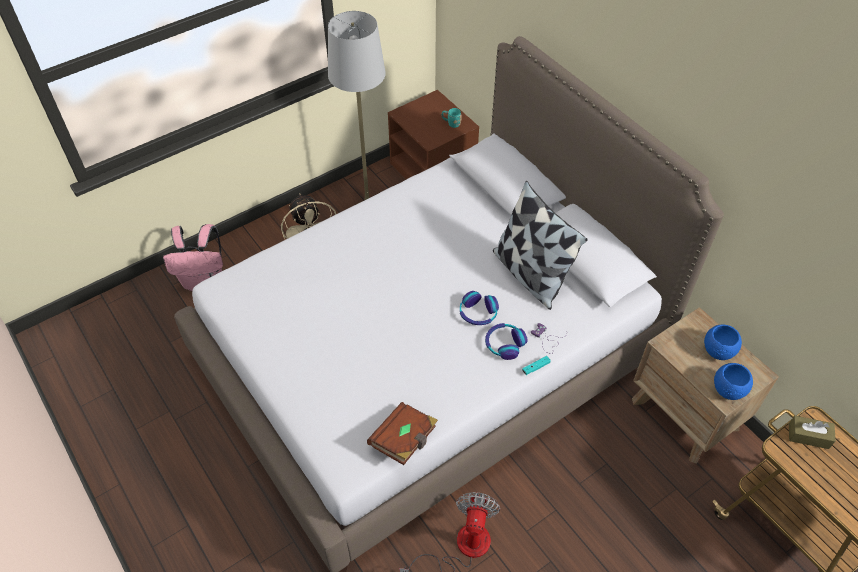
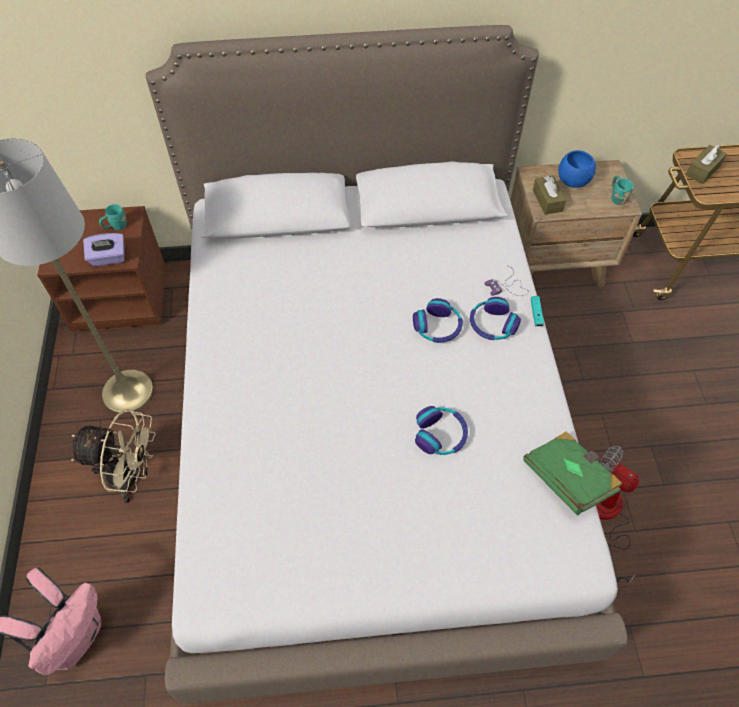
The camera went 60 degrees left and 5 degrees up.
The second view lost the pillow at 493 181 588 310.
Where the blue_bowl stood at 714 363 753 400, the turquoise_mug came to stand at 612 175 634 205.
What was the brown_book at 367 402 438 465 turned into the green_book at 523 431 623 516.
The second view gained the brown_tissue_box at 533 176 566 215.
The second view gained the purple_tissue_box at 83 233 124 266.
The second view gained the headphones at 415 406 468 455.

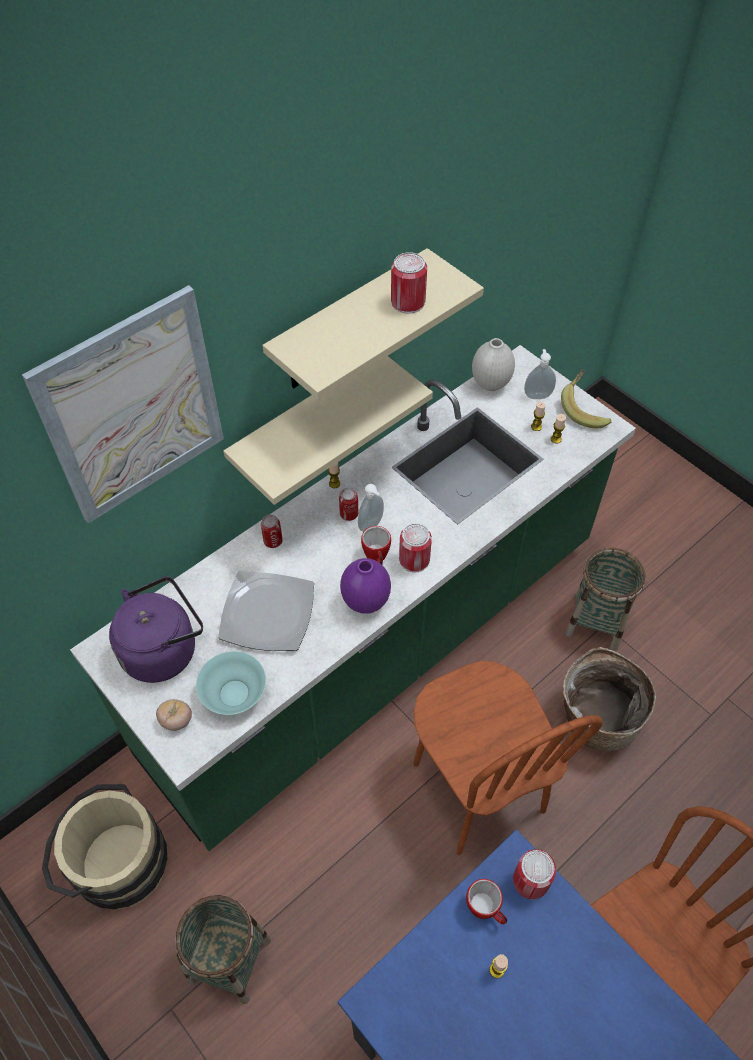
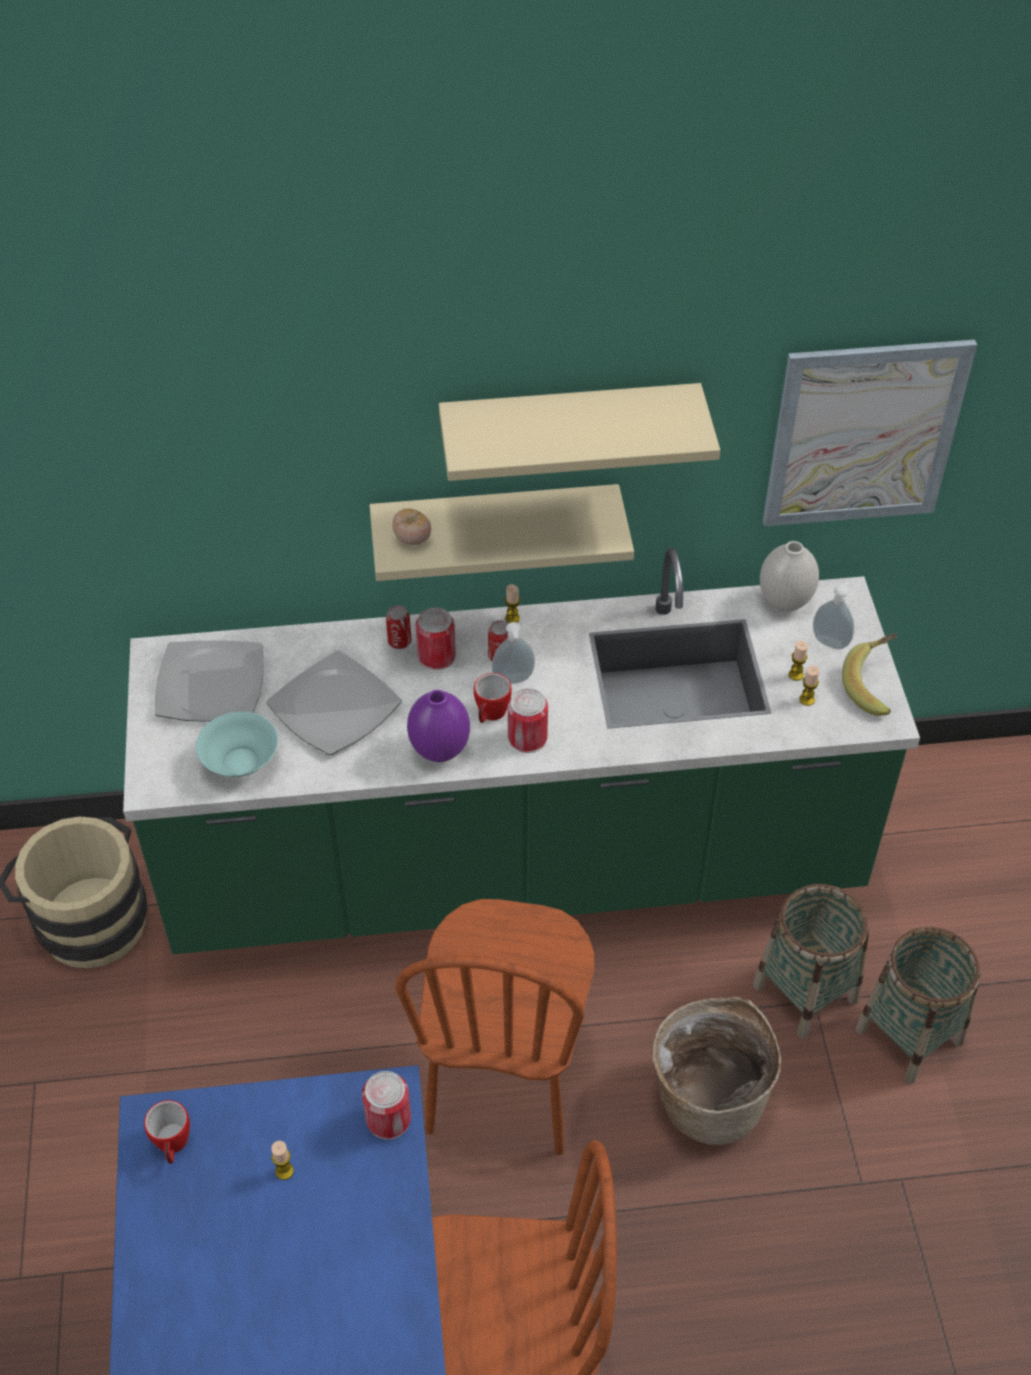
The camera went 35 degrees right and 5 degrees down.
The can ended up elsewhere, having gone from 391 252 427 314 to 416 607 456 670.
The picture ended up elsewhere, having gone from 22 285 224 524 to 763 340 977 526.
Where the purple_kettle stood at 109 576 203 683, the plate came to stand at 155 641 264 722.
The tomato ended up elsewhere, having gone from 156 699 192 731 to 393 508 431 545.
The mug ended up elsewhere, having gone from 466 879 507 924 to 144 1100 190 1164.
The basket ended up elsewhere, having gone from 175 895 271 1004 to 855 927 981 1084.

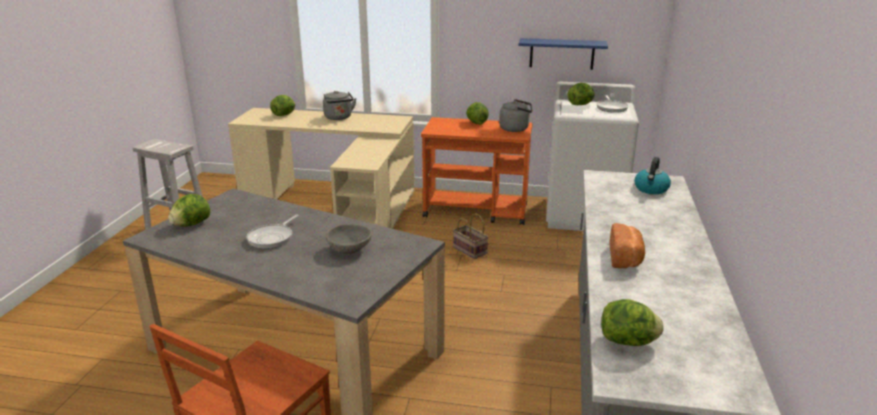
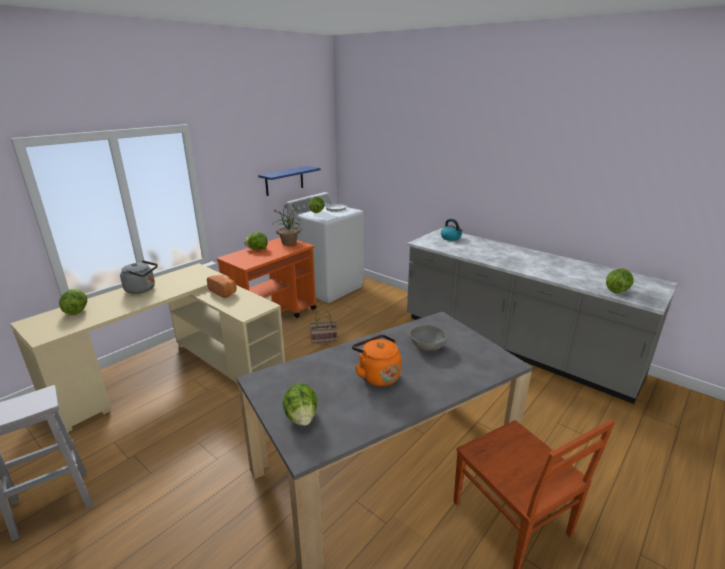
The camera went 60 degrees left and 0 degrees up.
Where the grey_kettle stood at 499 99 532 132, the potted_plant came to stand at 272 205 301 245.
Where the frying_pan stood at 247 215 299 249, the orange_kettle came to stand at 352 335 401 387.
The bread ended up elsewhere, having gone from 610 223 645 268 to 207 275 237 298.

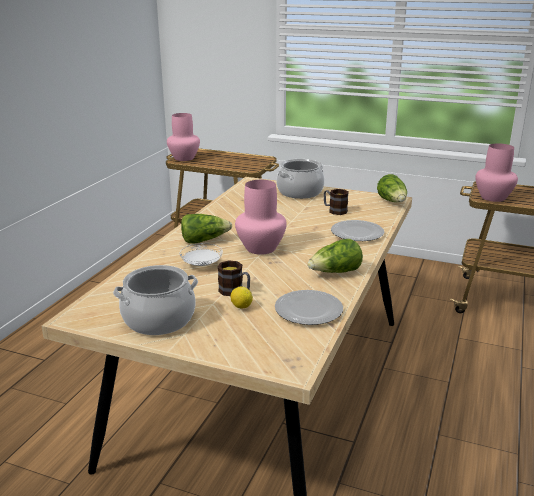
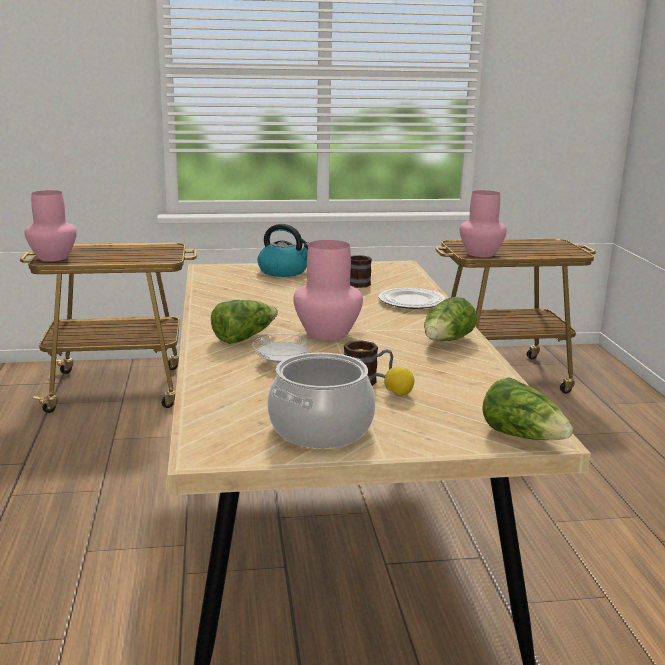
The camera went 30 degrees left and 5 degrees down.
Where the cooking_pot stood at 276 159 324 199, the kettle came to stand at 258 224 309 277.
The lettuce ended up elsewhere, having gone from 377 174 407 202 to 482 377 573 440.
The second view lost the plate at 275 290 343 325.

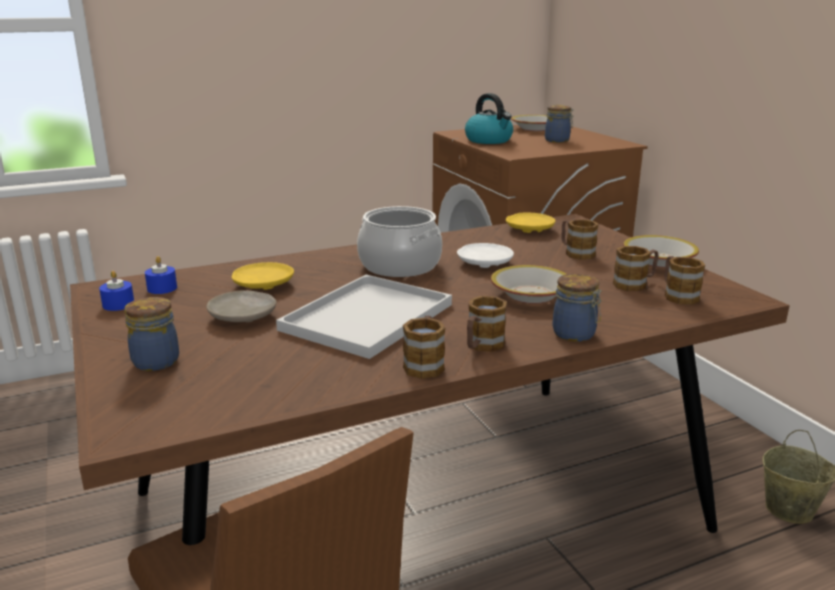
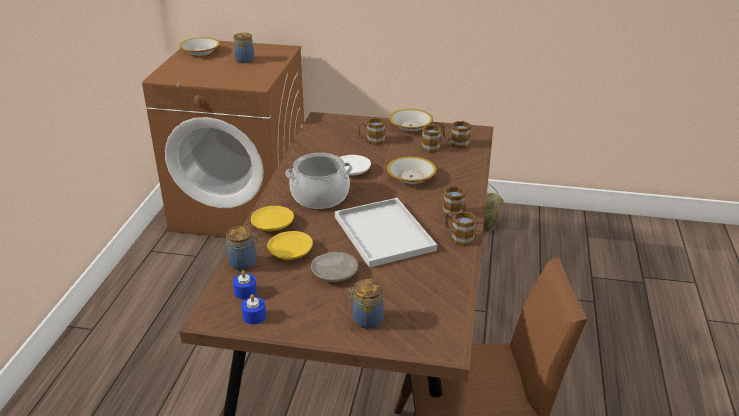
The camera went 55 degrees left and 10 degrees up.
The second view lost the kettle at 465 93 513 144.
The yellow_plate ended up elsewhere, having gone from 506 213 555 233 to 251 206 294 231.
The jar ended up elsewhere, having gone from 553 274 602 342 to 226 226 259 271.

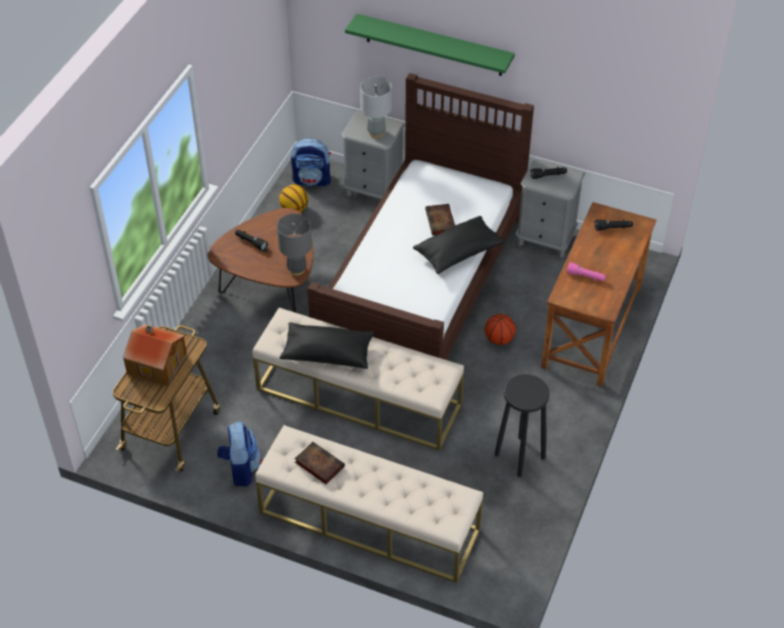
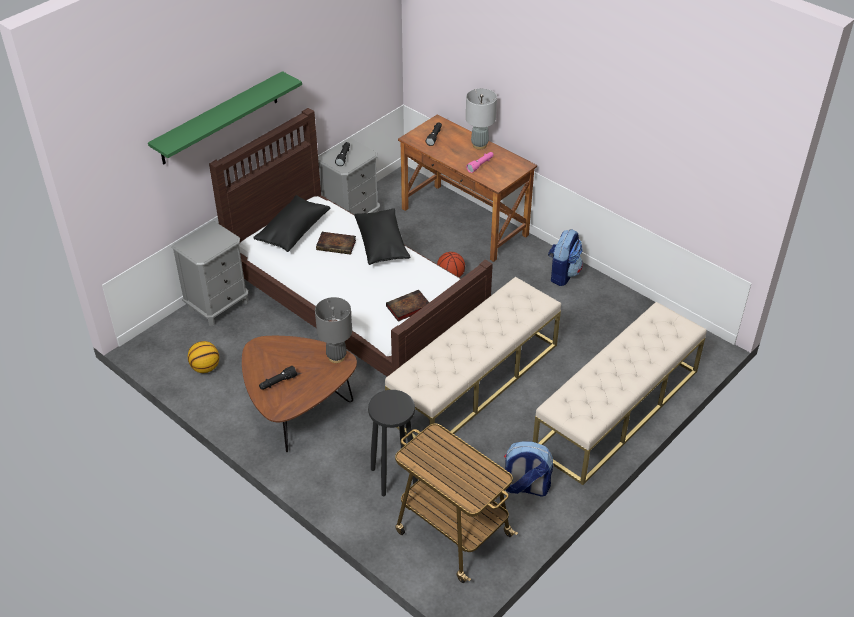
The camera went 70 degrees left and 5 degrees down.
The grey_table_lamp ended up elsewhere, having gone from 360 77 392 138 to 466 88 497 149.
The backpack ended up elsewhere, having gone from 291 138 331 186 to 548 229 583 286.
The black_pillow ended up elsewhere, having gone from 280 322 374 369 to 253 195 330 252.
The second view lost the toy_house at 123 324 187 386.
The black_stool ended up elsewhere, having gone from 495 374 550 478 to 368 390 418 496.
The book ended up elsewhere, having gone from 295 442 345 484 to 386 290 429 321.

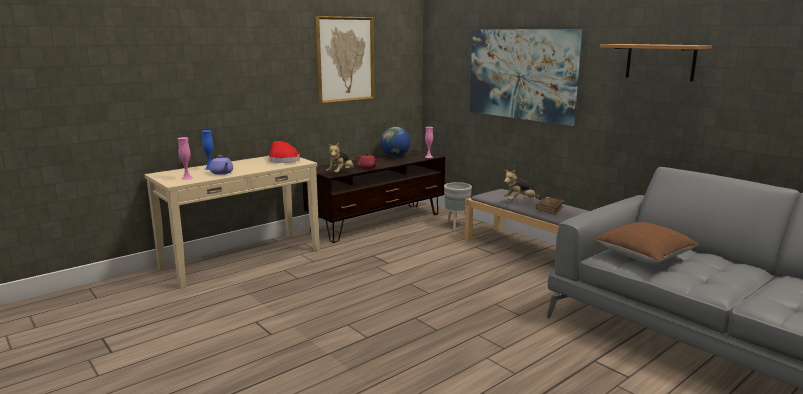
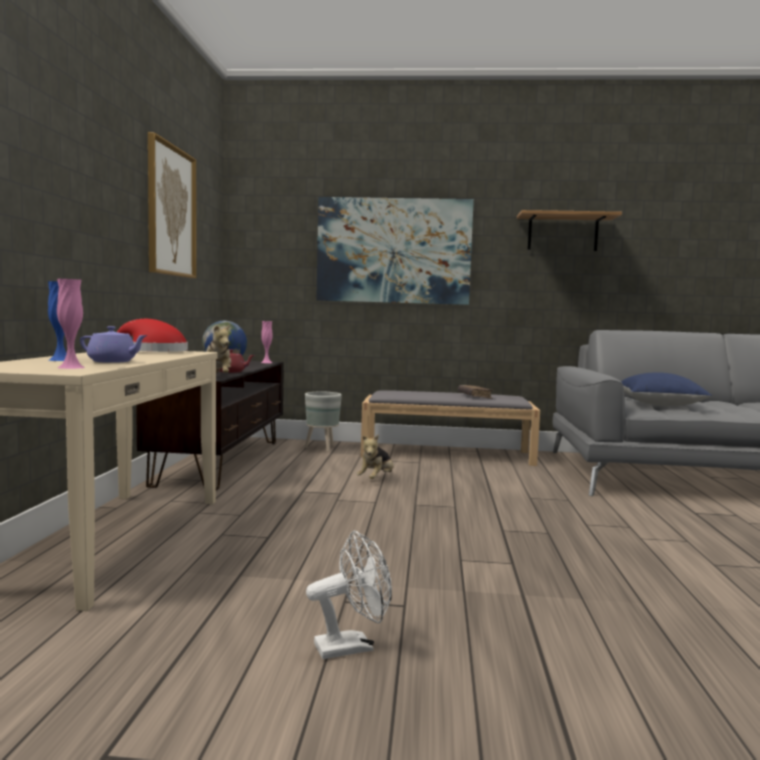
The camera went 45 degrees left and 10 degrees down.
The plush_toy ended up elsewhere, having gone from 504 170 542 200 to 356 434 393 479.
What was the brown_pillow at 594 222 699 263 turned into the blue_pillow at 621 372 712 406.
The second view gained the white_fan at 306 531 392 659.

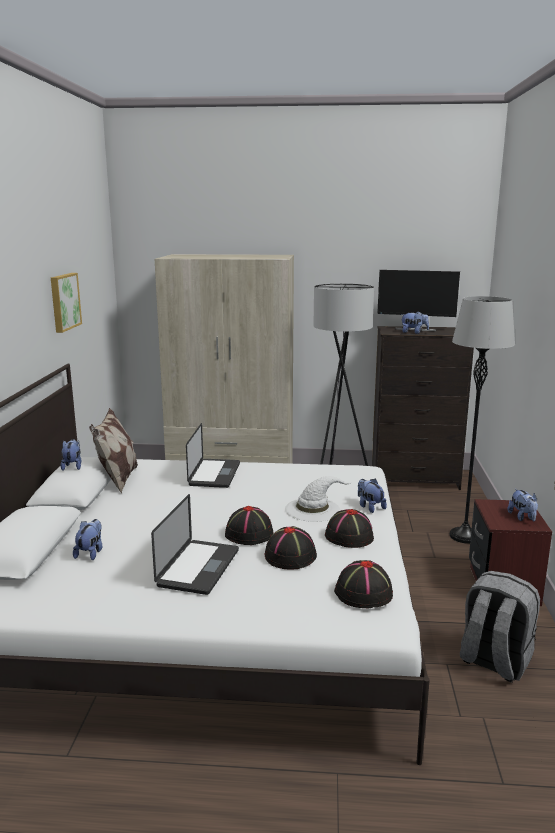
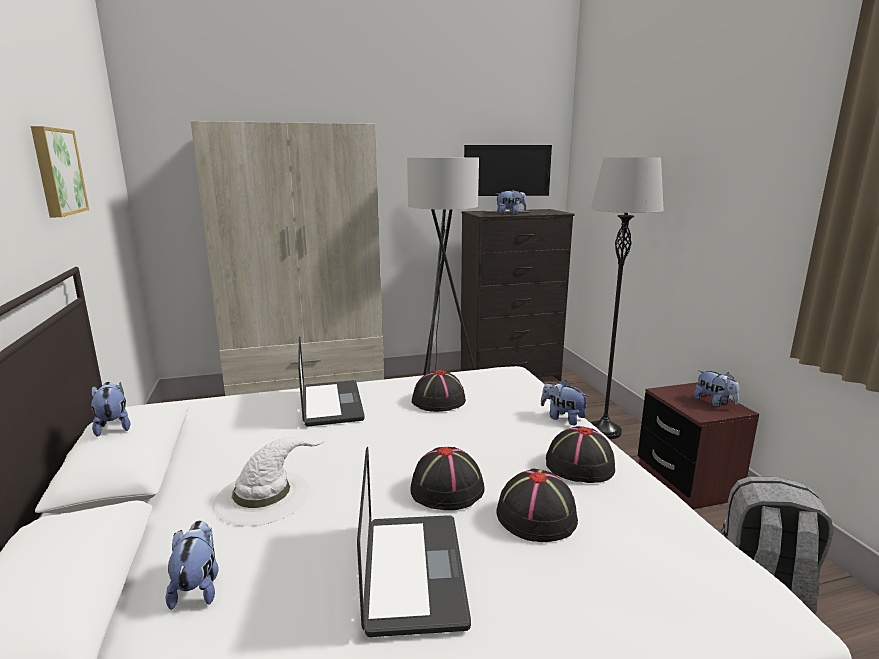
The camera went 20 degrees left and 0 degrees up.
The second view lost the pillow at 89 408 138 494.
The white_hat ended up elsewhere, having gone from 285 476 351 522 to 213 437 325 526.
The black_hat ended up elsewhere, having gone from 334 560 393 608 to 412 370 466 412.

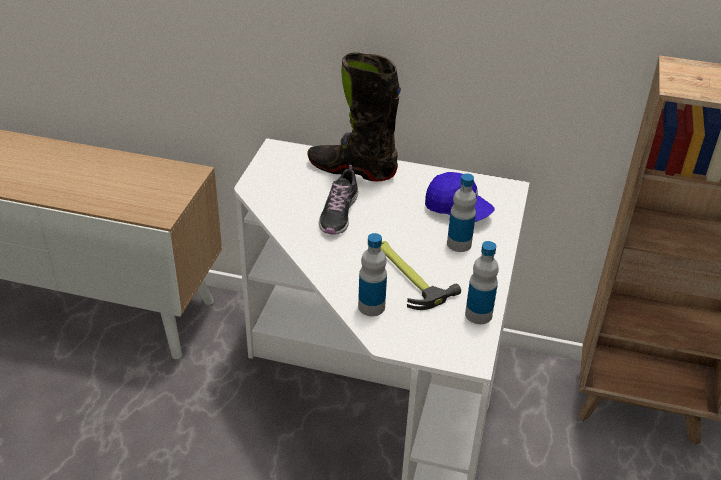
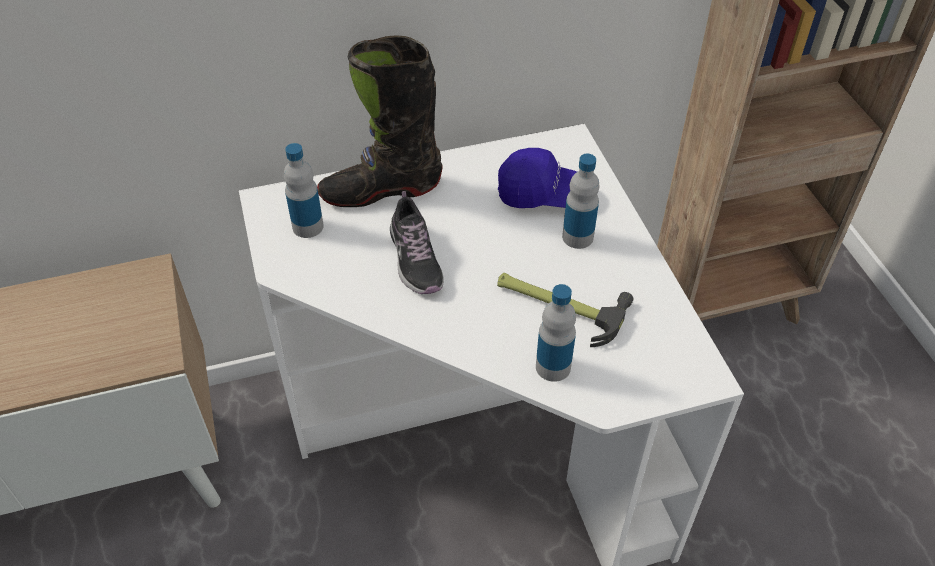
The camera went 30 degrees left and 10 degrees up.
The bottle ended up elsewhere, having gone from 465 241 499 324 to 284 143 324 238.

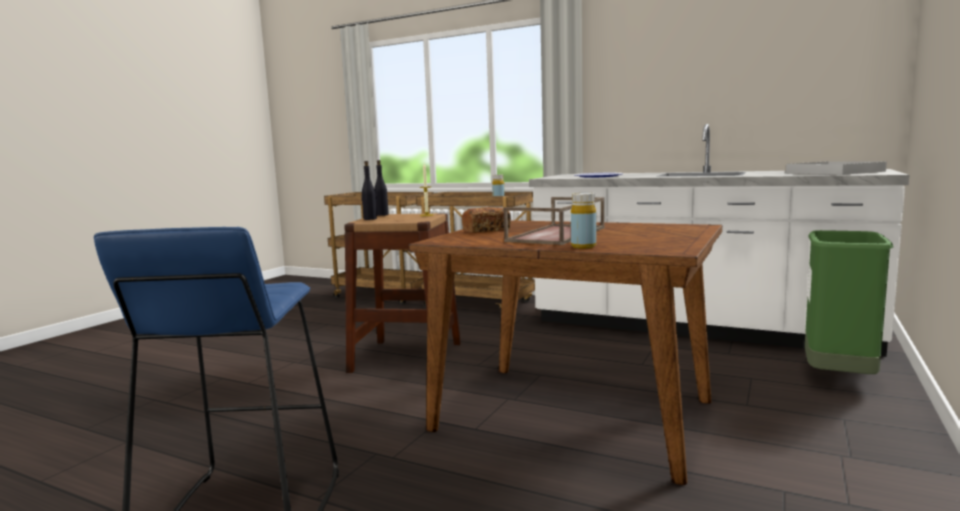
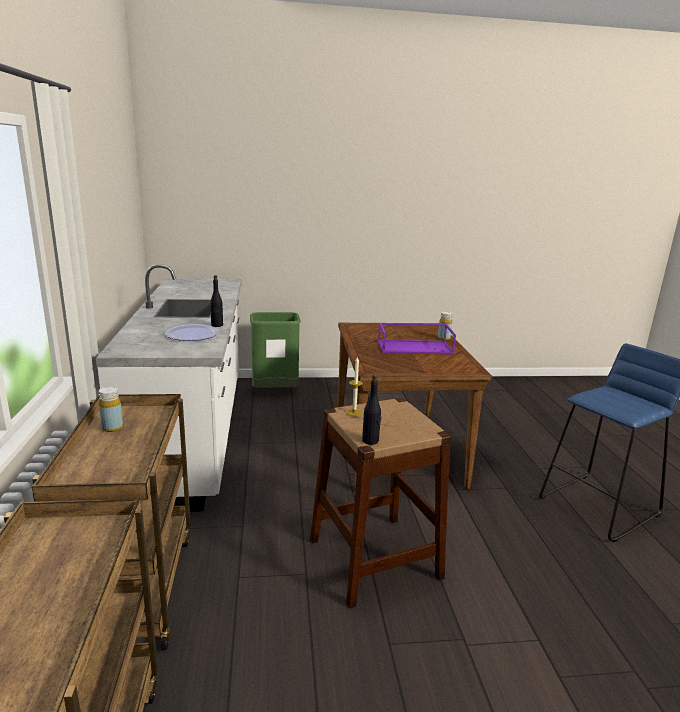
The camera went 125 degrees left and 10 degrees up.
The black_bottle ended up elsewhere, having gone from 361 161 377 220 to 210 275 223 327.
The second view lost the white_tray at 786 161 887 175.
What was the brown_tray at 503 197 604 245 turned into the purple_tray at 378 323 456 354.
The second view lost the bread at 462 207 511 233.

